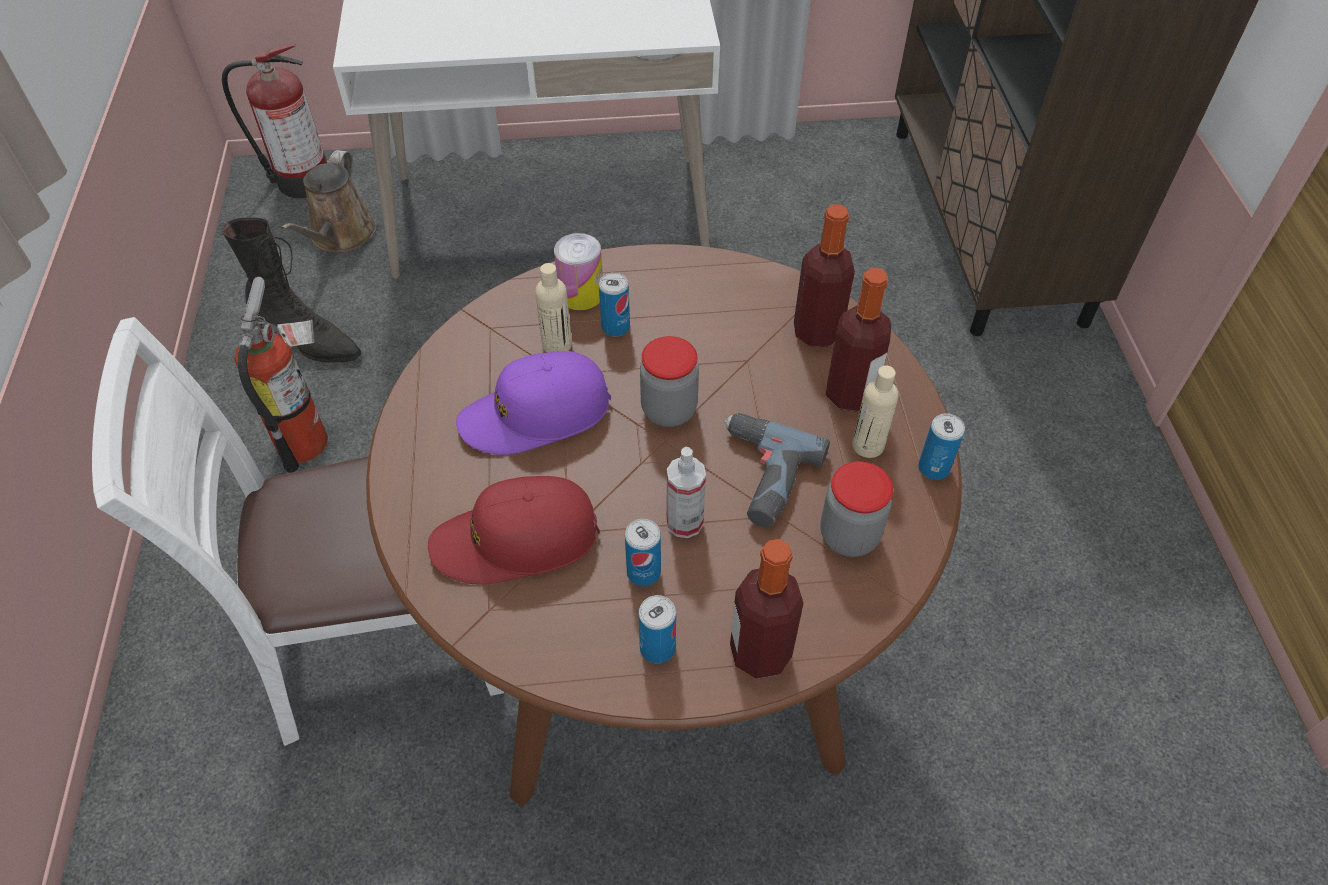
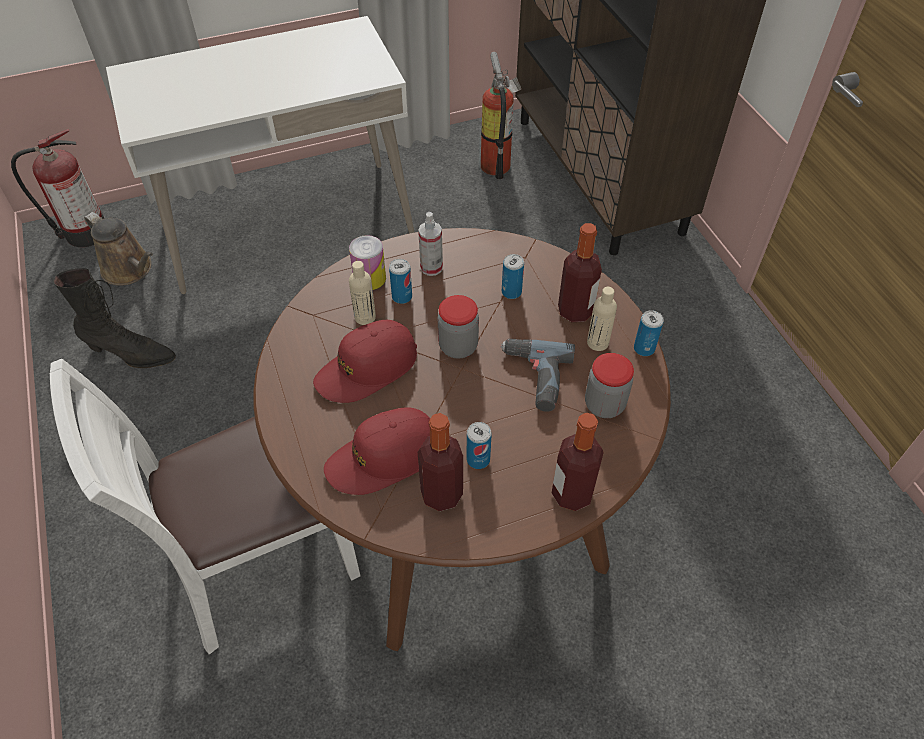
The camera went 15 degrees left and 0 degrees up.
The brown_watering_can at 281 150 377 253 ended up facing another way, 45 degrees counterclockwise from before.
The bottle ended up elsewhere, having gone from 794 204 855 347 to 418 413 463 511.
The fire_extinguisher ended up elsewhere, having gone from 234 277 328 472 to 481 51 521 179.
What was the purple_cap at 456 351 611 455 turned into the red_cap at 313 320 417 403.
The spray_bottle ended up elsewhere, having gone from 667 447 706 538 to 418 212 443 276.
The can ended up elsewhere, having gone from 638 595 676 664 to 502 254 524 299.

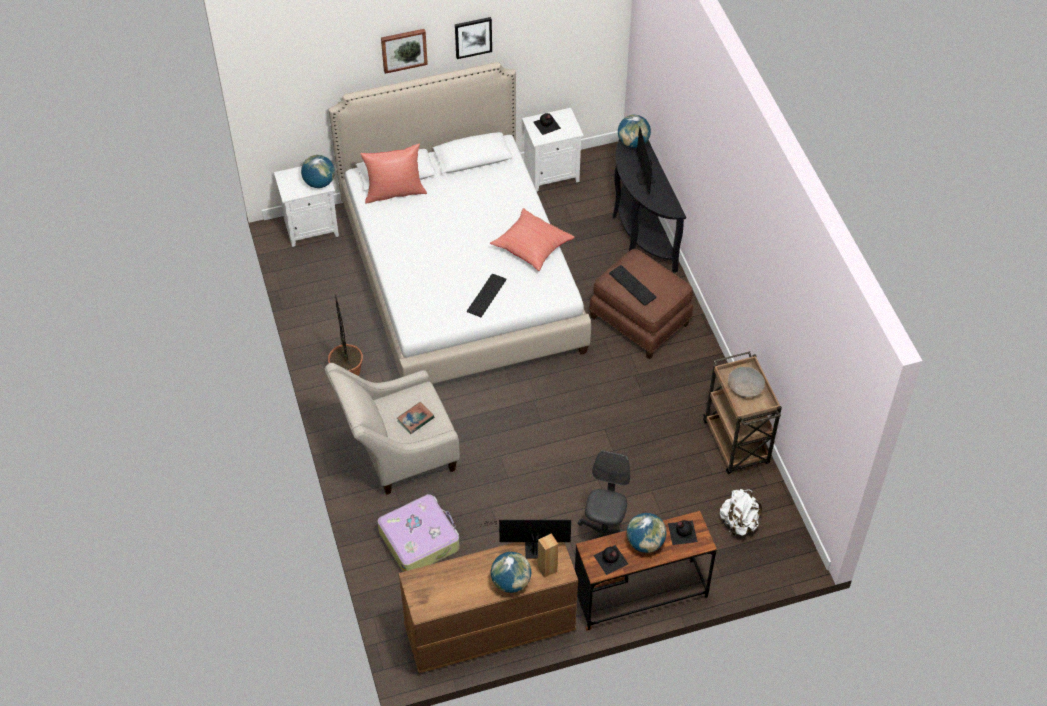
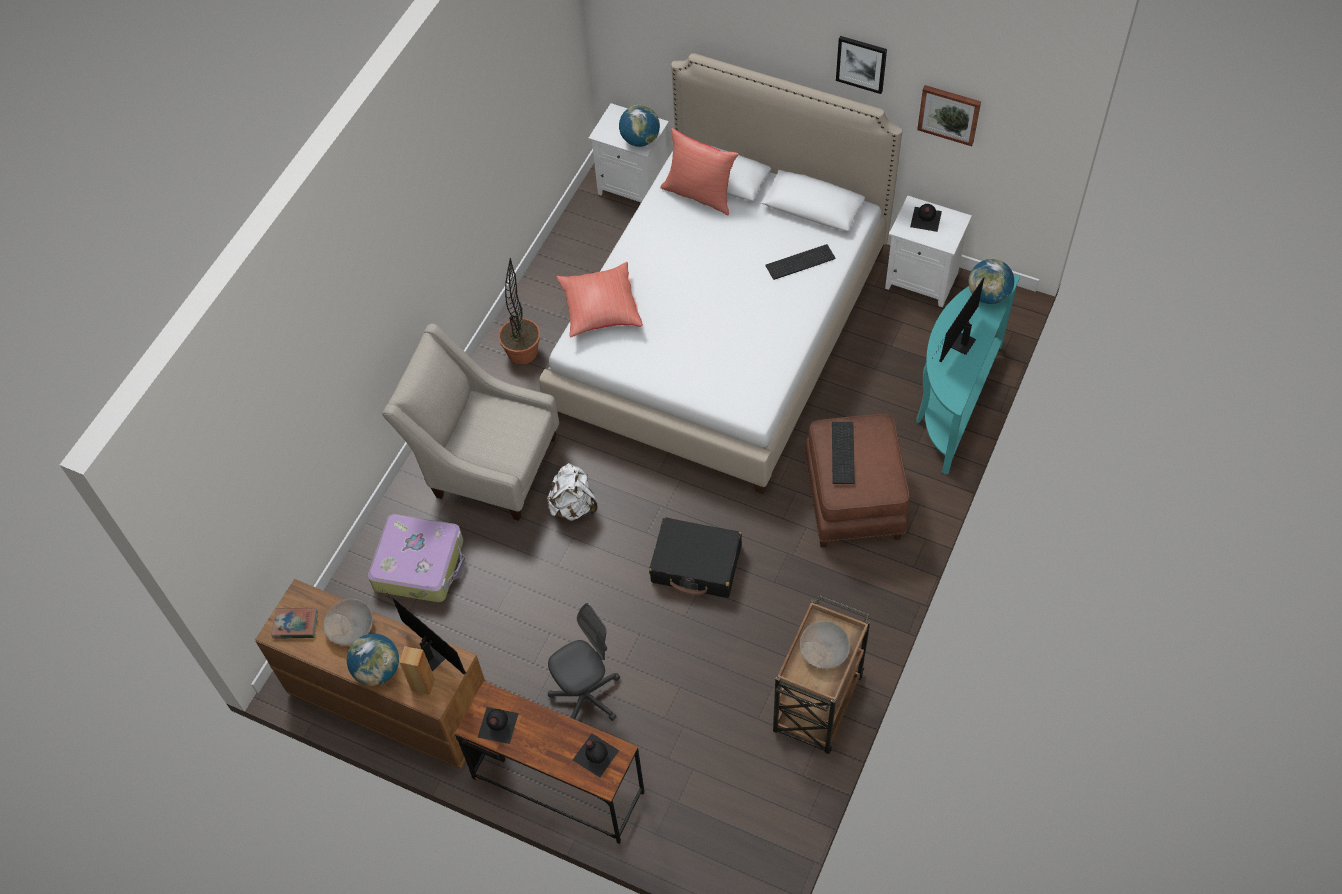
The camera went 45 degrees right and 5 degrees up.
The picture ended up elsewhere, having gone from 381 29 428 74 to 917 85 981 146.
What was the black_console_table at 613 139 686 273 turned into the turquoise_console_table at 916 275 1020 474.
The red_pillow ended up elsewhere, having gone from 490 208 574 271 to 556 262 643 337.
The keyboard ended up elsewhere, having gone from 467 274 507 317 to 766 244 835 280.
The book ended up elsewhere, having gone from 397 402 434 434 to 272 608 318 639.
The white_backpack ended up elsewhere, having gone from 720 489 762 536 to 547 463 597 521.
The second view lost the globe at 626 513 666 553.
The second view gained the black_suitcase at 649 517 742 598.
The second view gained the beige_bowl at 323 599 373 646.

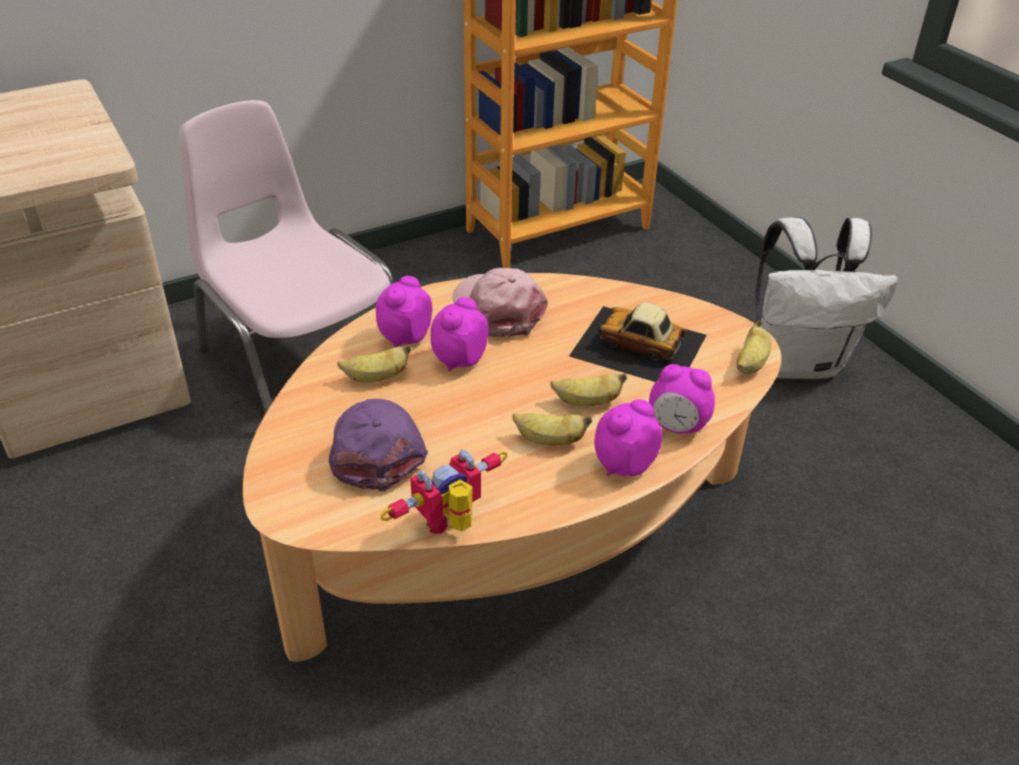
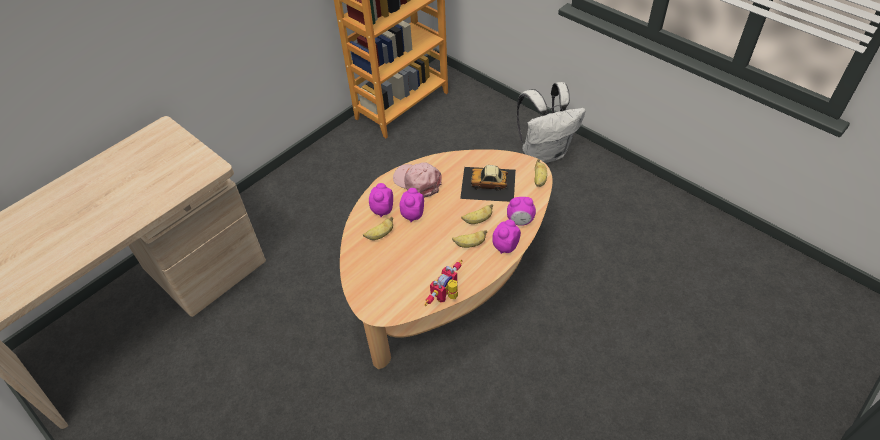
The camera went 15 degrees left and 10 degrees up.
The second view lost the pink_chair at 179 100 394 414.
The second view lost the purple_cap at 329 399 428 491.

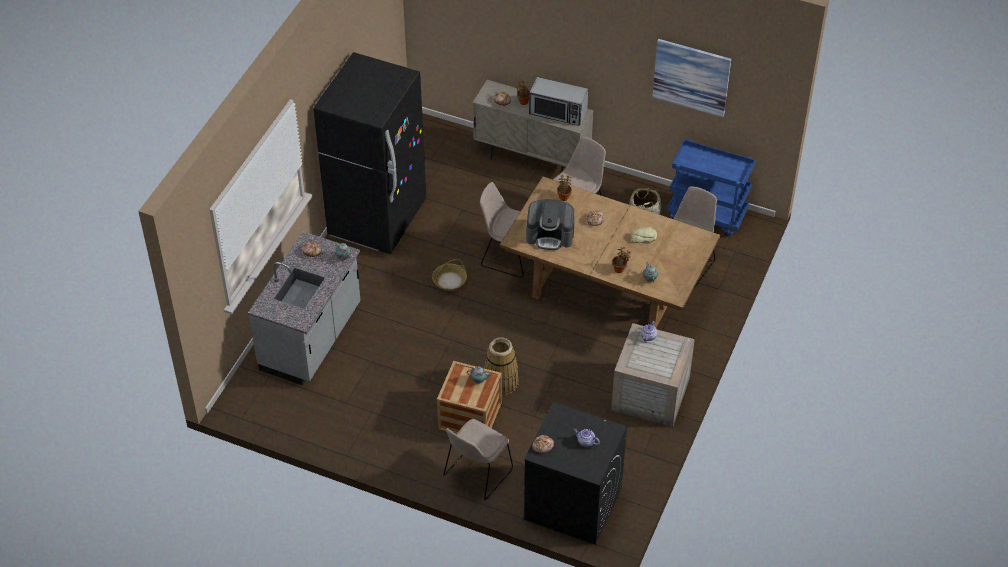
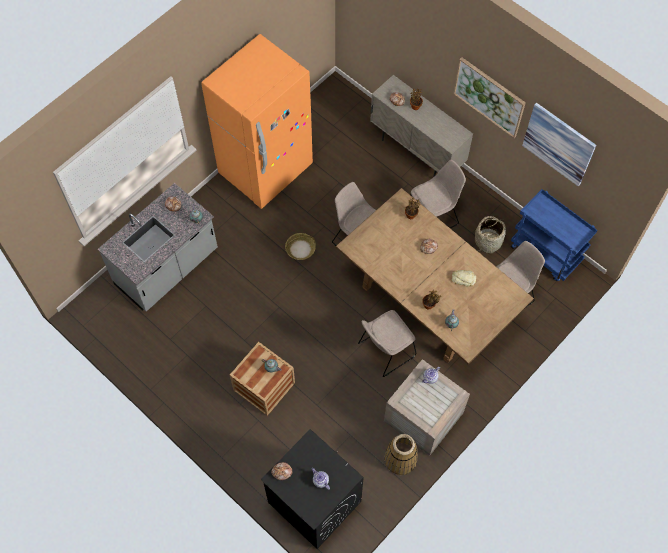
The camera went 20 degrees right and 15 degrees up.
What was the black_fridge at 313 52 426 254 turned into the orange_fridge at 201 34 313 209.
The second view lost the microwave at 529 77 588 126.
The second view lost the coffee_machine at 526 199 575 250.
The basket ended up elsewhere, having gone from 484 337 519 396 to 384 434 418 475.
The beige_chair ended up elsewhere, having gone from 443 419 513 500 to 358 310 417 377.
The second view gained the picture at 453 57 526 138.

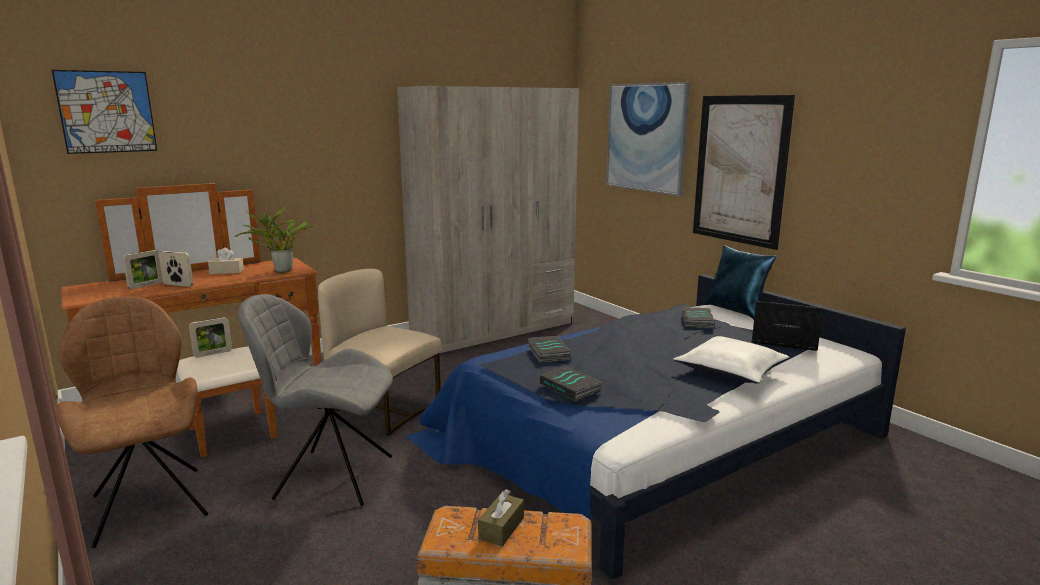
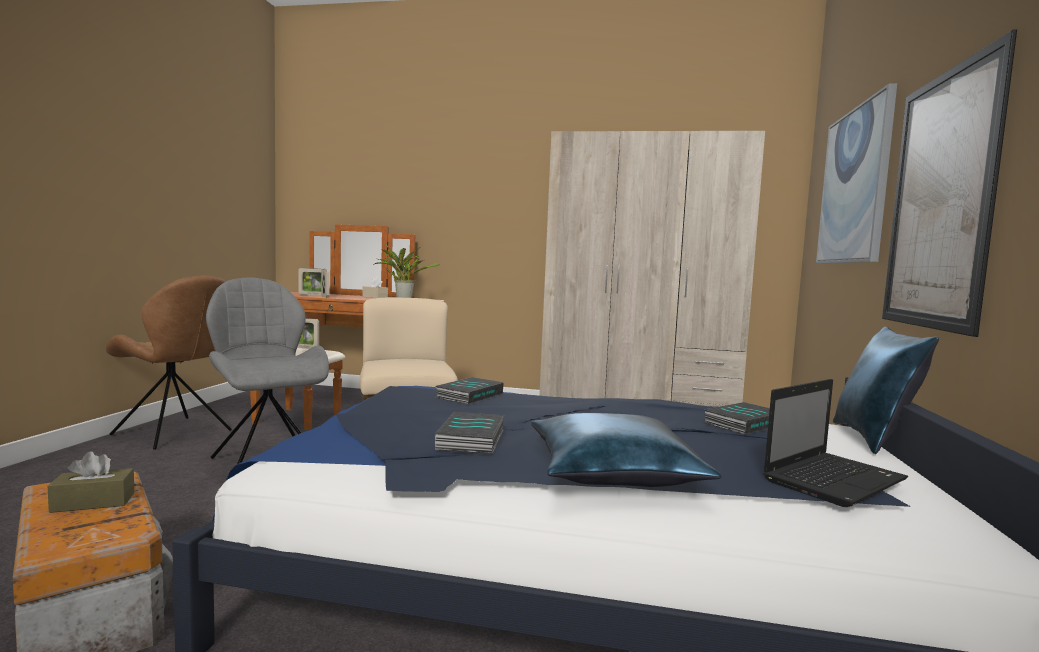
The camera went 45 degrees right and 10 degrees down.
The second view lost the picture at 52 70 157 154.
The brown_chair at 56 296 209 548 ended up facing another way, 105 degrees clockwise from before.
The laptop at 752 301 823 351 ended up facing another way, 75 degrees clockwise from before.
What was the white_pillow at 673 336 789 384 turned into the blue_pillow at 531 413 721 487.
The book ended up elsewhere, having gone from 540 366 602 401 to 435 412 504 454.

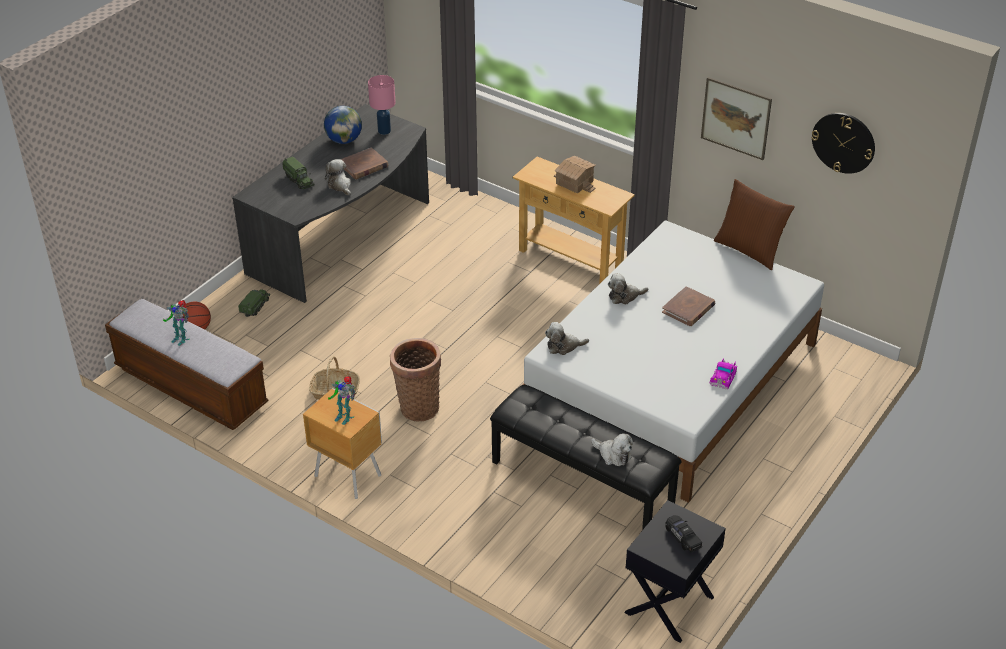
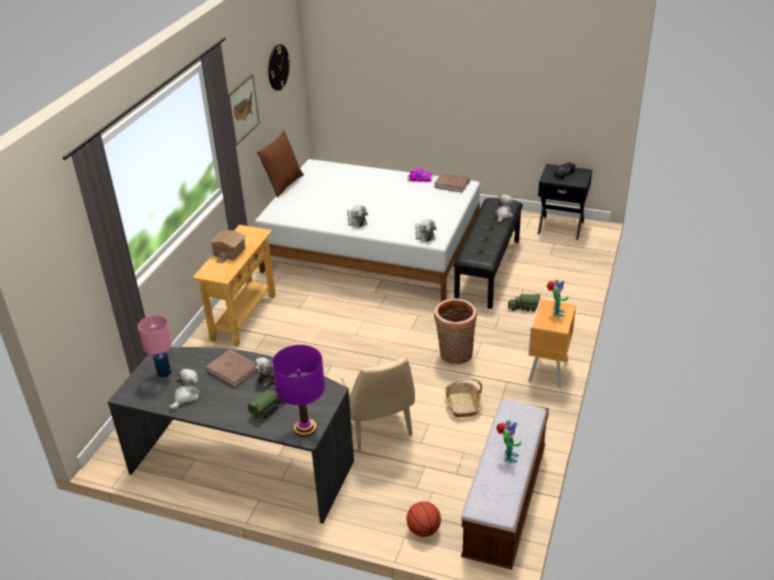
The camera went 105 degrees left and 5 degrees down.
Where the globe stood at 324 106 362 144, the plush_toy came to stand at 169 369 200 410.
The brown_book ended up elsewhere, having gone from 662 286 715 326 to 434 173 470 192.
The toy_truck ended up elsewhere, having gone from 238 289 270 318 to 508 294 540 312.
The second view gained the purple_table_lamp at 272 345 325 437.
The second view gained the beige_chair at 335 358 415 451.

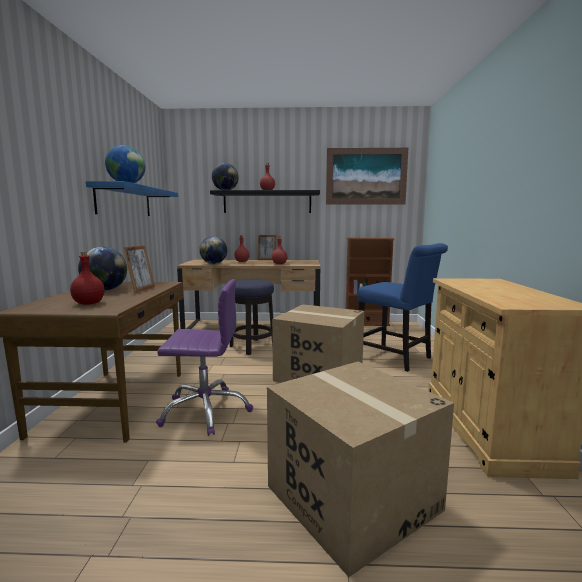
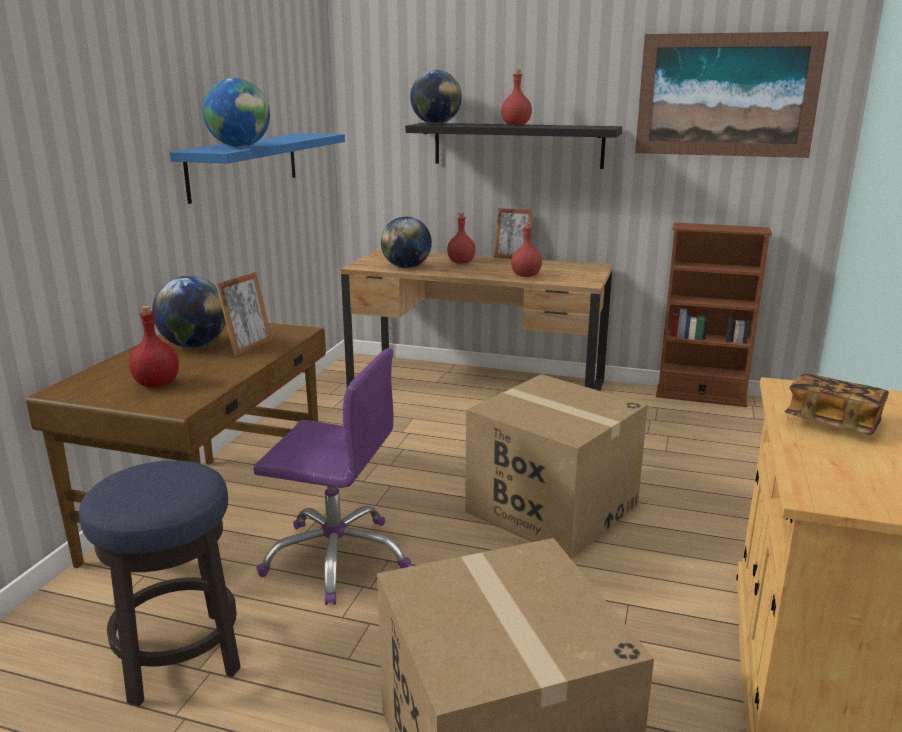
The camera went 15 degrees right and 10 degrees up.
The second view lost the blue_chair at 358 243 448 372.
The stool ended up elsewhere, having gone from 230 280 274 355 to 79 460 241 706.
The second view gained the book at 785 374 889 435.

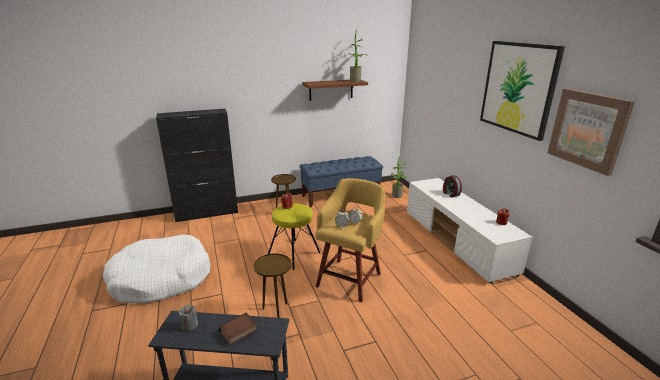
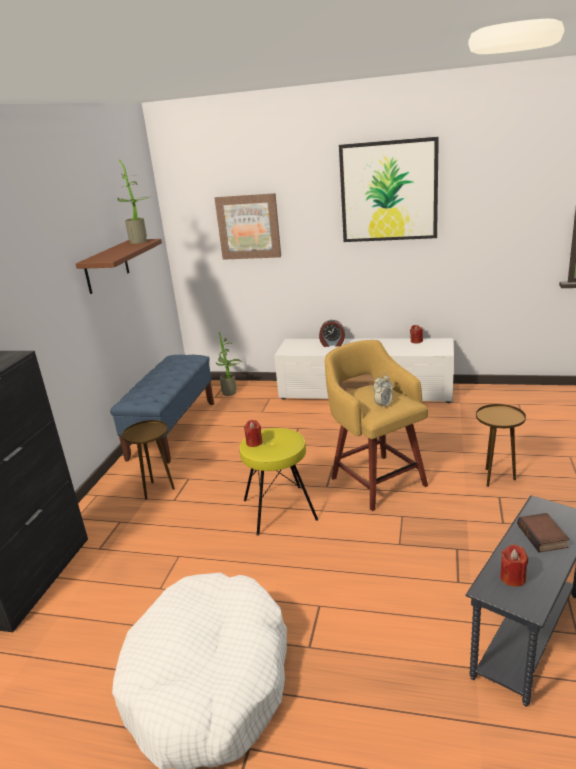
The camera went 55 degrees left and 0 degrees up.
The picture ended up elsewhere, having gone from 547 88 635 176 to 215 193 281 260.
The brown_side_table ended up elsewhere, having gone from 254 253 292 318 to 476 404 526 487.
What was the grey_candle at 179 305 198 331 turned into the red_candle at 500 545 528 587.

